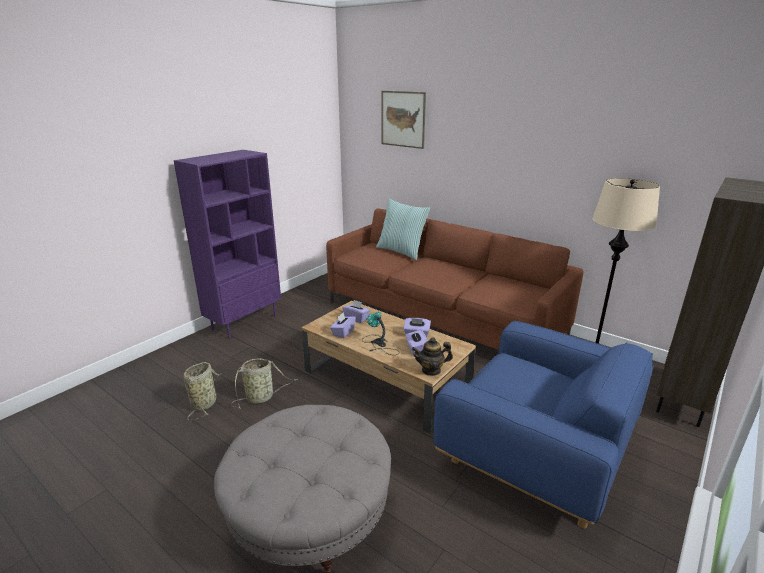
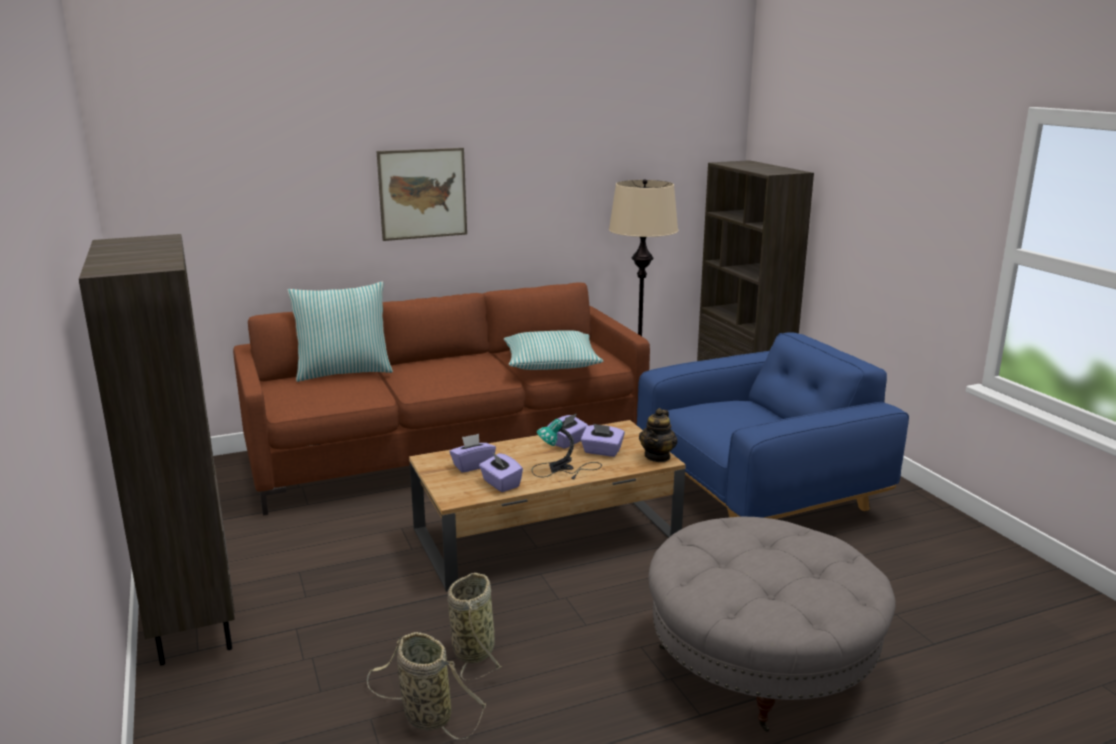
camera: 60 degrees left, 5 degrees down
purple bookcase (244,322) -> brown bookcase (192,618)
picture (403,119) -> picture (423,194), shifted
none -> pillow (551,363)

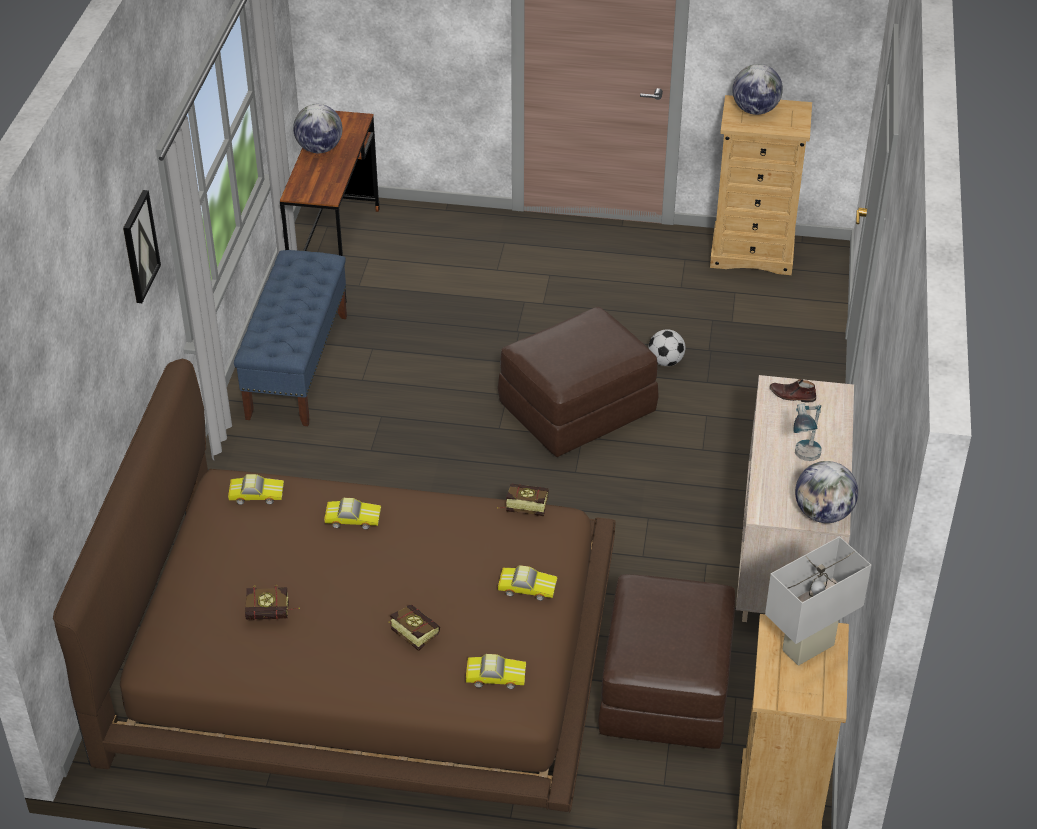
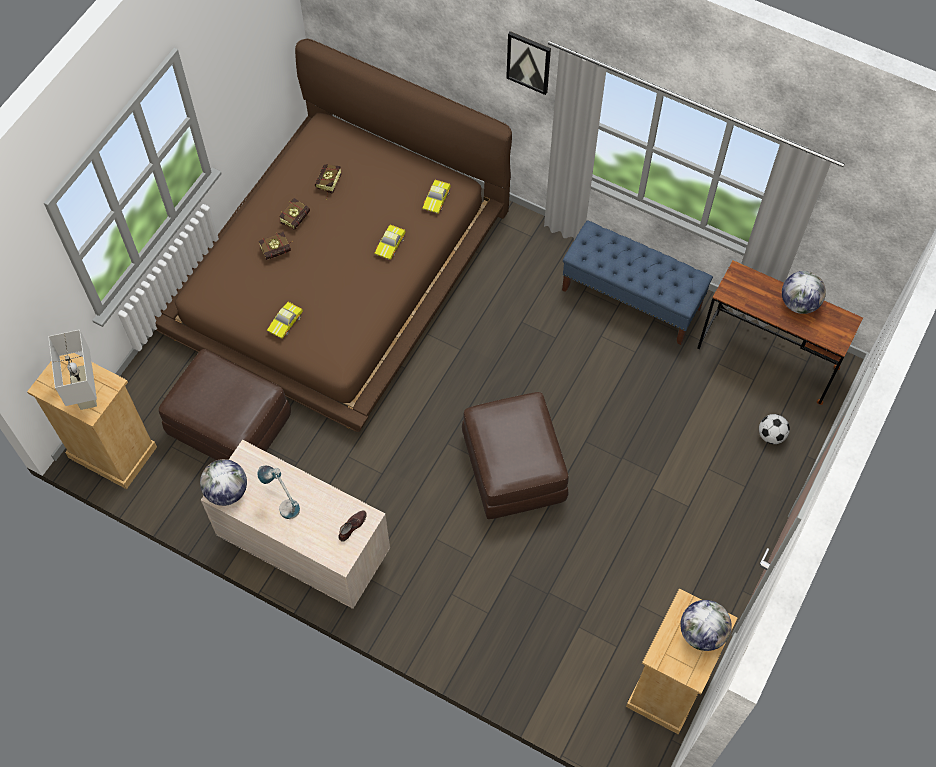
camera: 110 degrees right, 20 degrees up
toy car (495,675) -> none
book (522,506) -> book (297,217), shifted
football (665,361) -> football (771,435), shifted

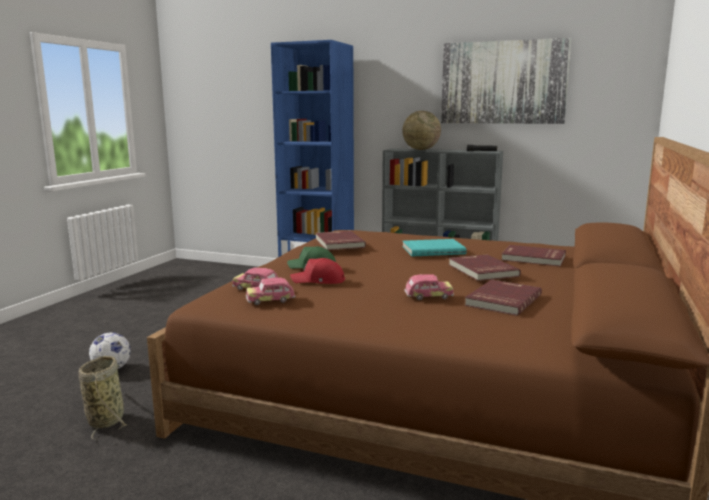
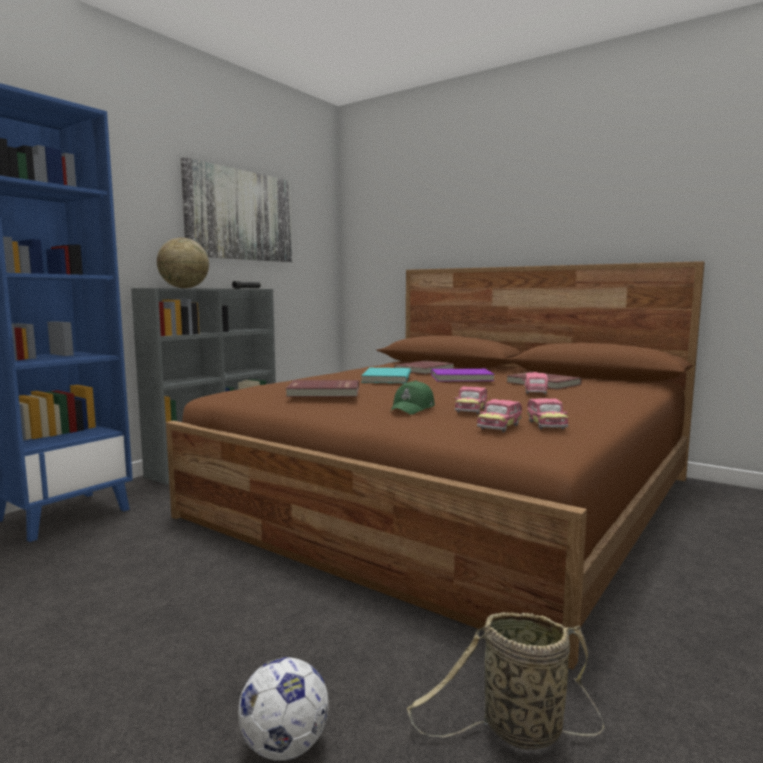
camera: 75 degrees left, 5 degrees down
red cap (318,281) -> toy car (471,410)
red book (481,270) -> purple book (462,378)

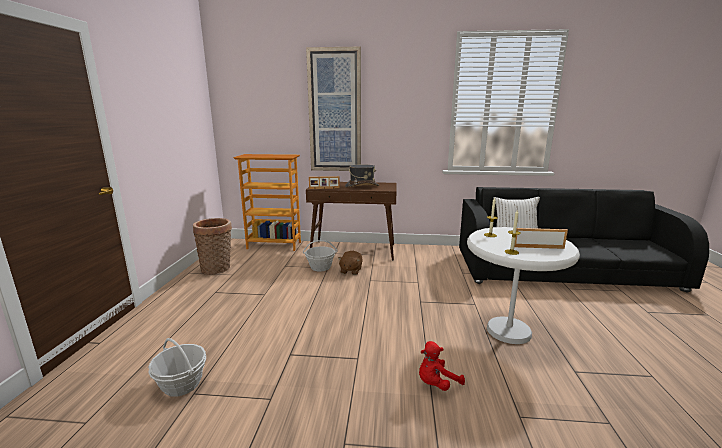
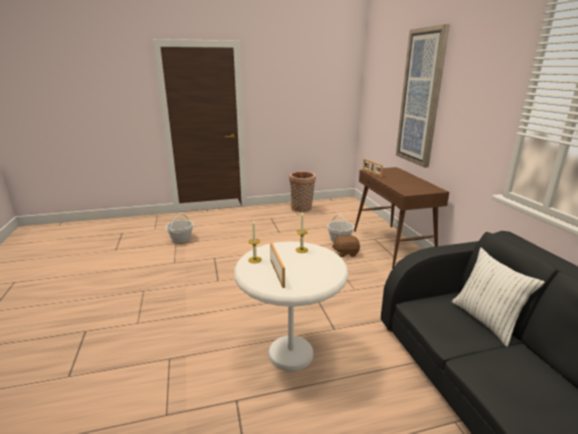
camera: 70 degrees right, 5 degrees up
bookcase (274,245) -> none
grey hat (362,186) -> none
red plush toy (436,383) -> none

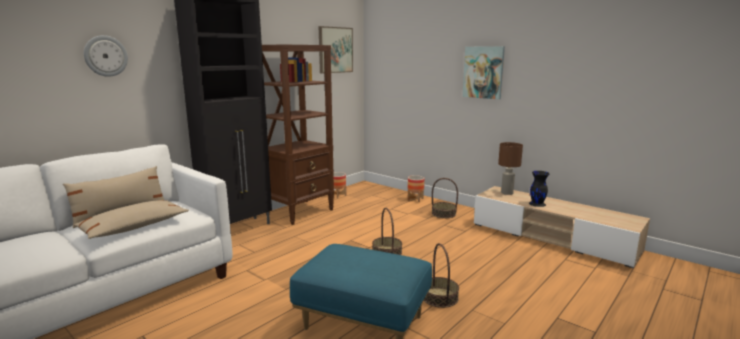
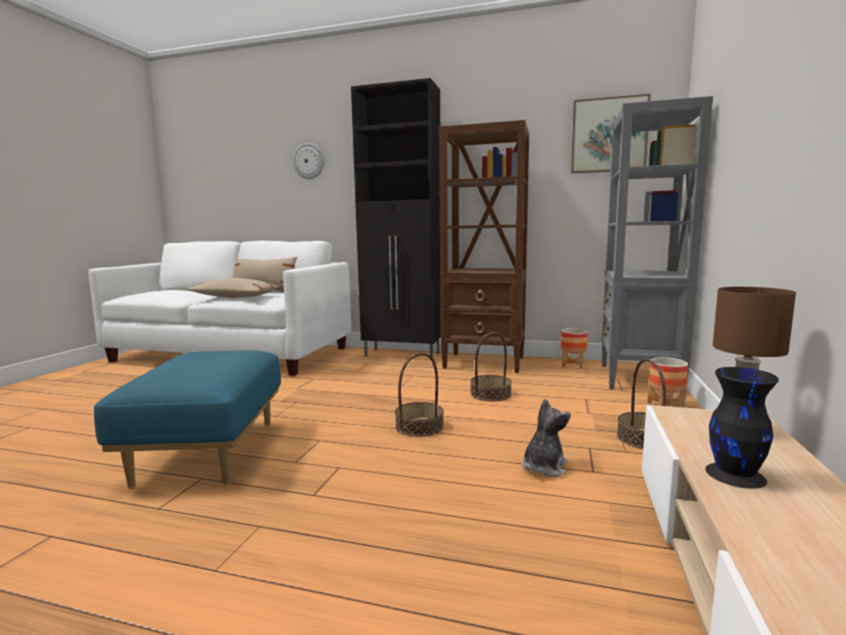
camera: 65 degrees right, 5 degrees down
basket (440,297) -> basket (490,394), shifted
picture (483,72) -> none
none -> plush toy (543,467)
none -> grey bookcase (639,378)

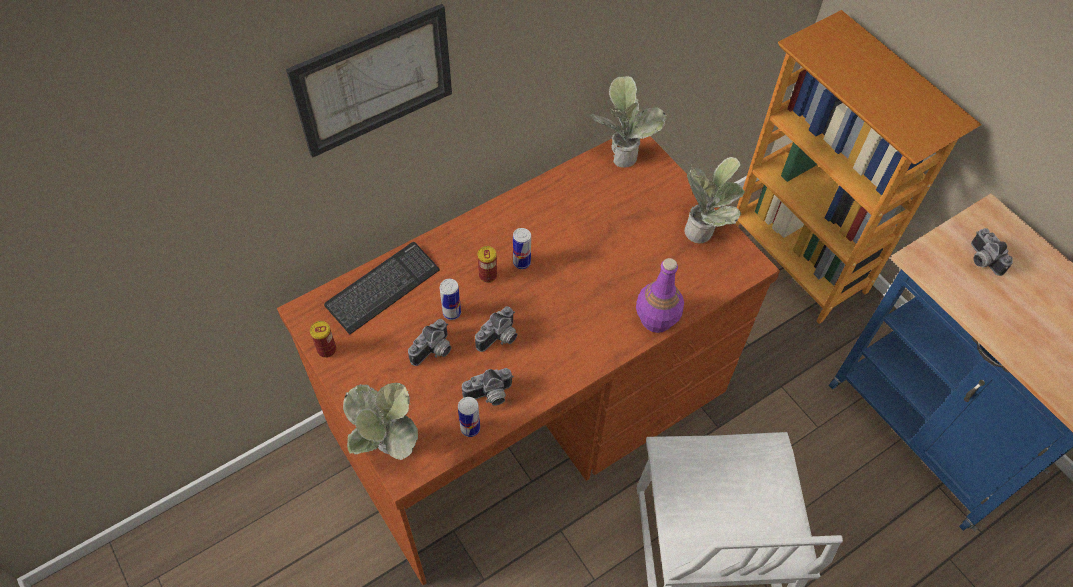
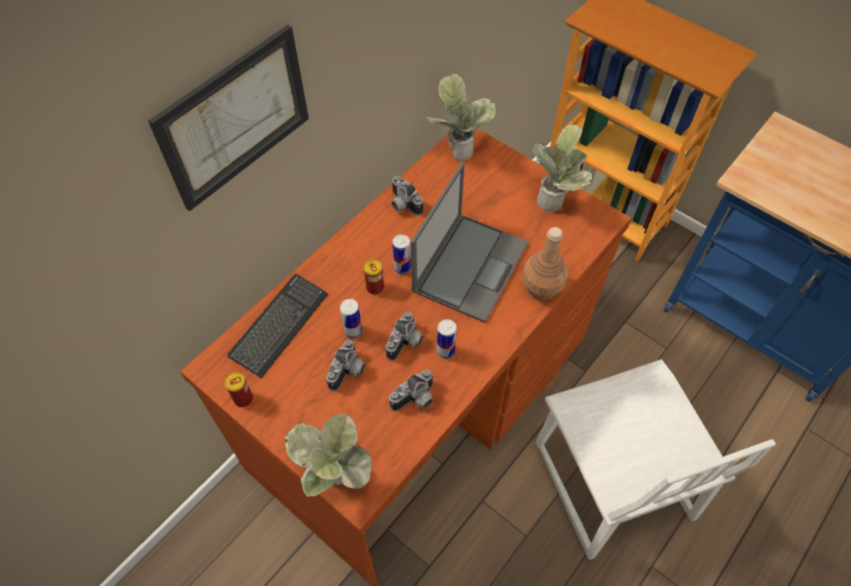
camera: 15 degrees left, 0 degrees up
can (470,428) -> can (445,351), shifted
purple bottle (656,318) -> brown bottle (541,287)
photo camera (981,260) -> photo camera (402,205), shifted
none -> laptop (471,265)

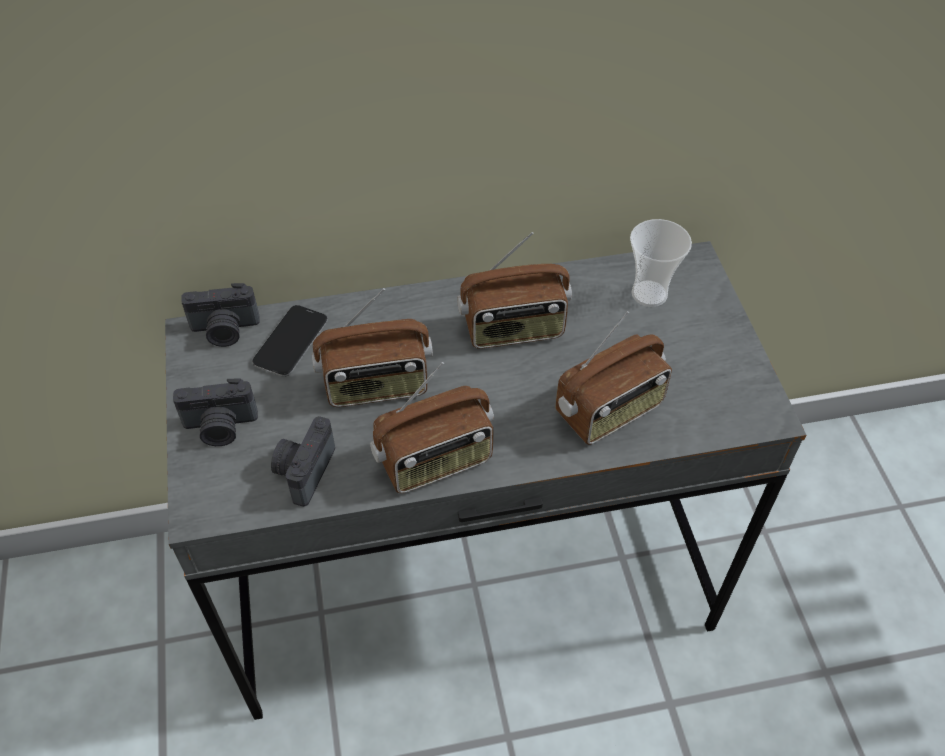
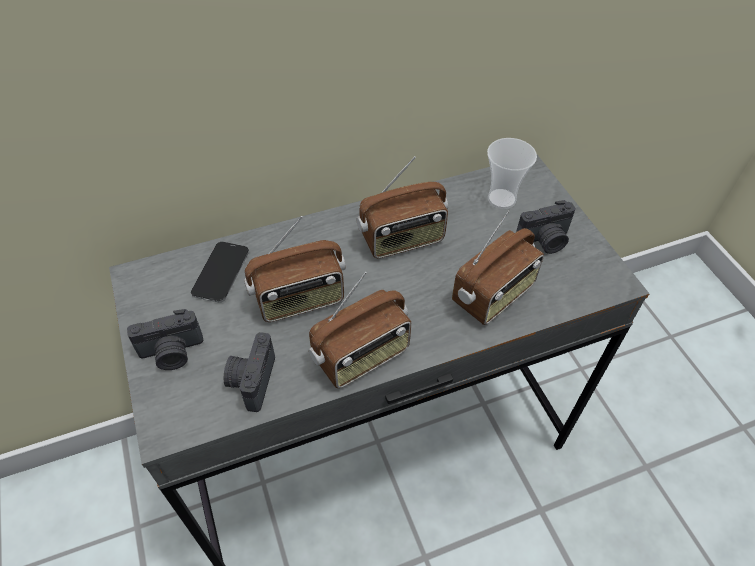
camera: 10 degrees left, 0 degrees up
photo camera (225,330) -> photo camera (544,241), shifted

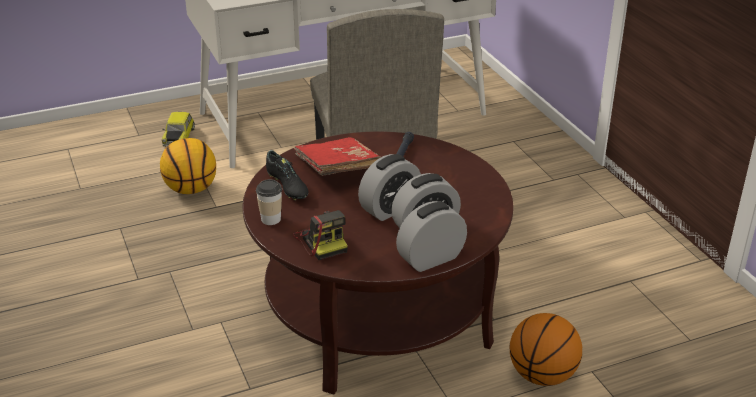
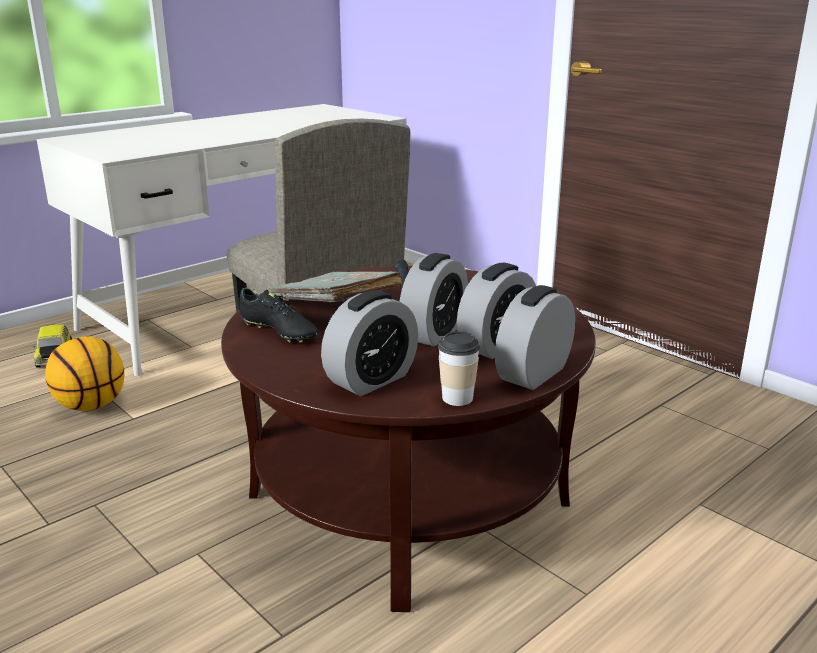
camera: 20 degrees left, 10 degrees down
cup (271,219) -> cup (457,398), shifted
photo camera (322,241) -> alarm clock (371,380)
red book (337,170) -> grey book (334,307)
basketball (542,375) -> none

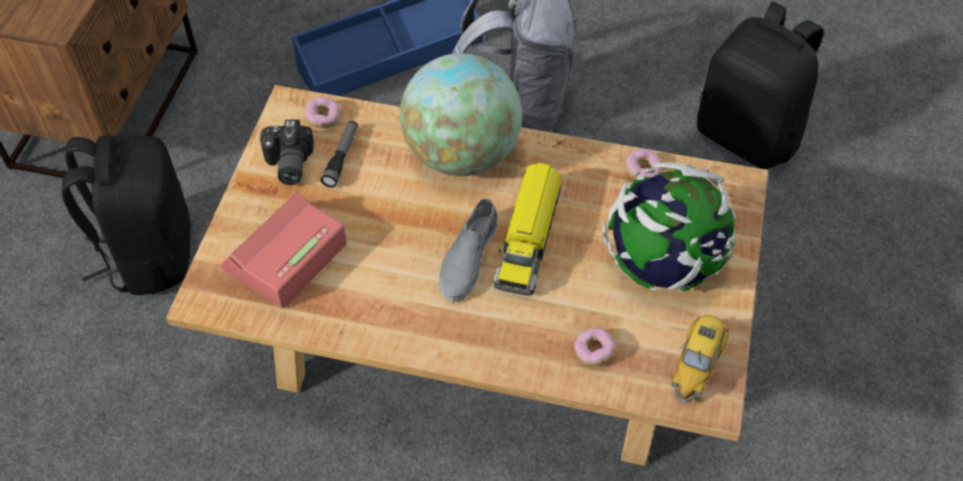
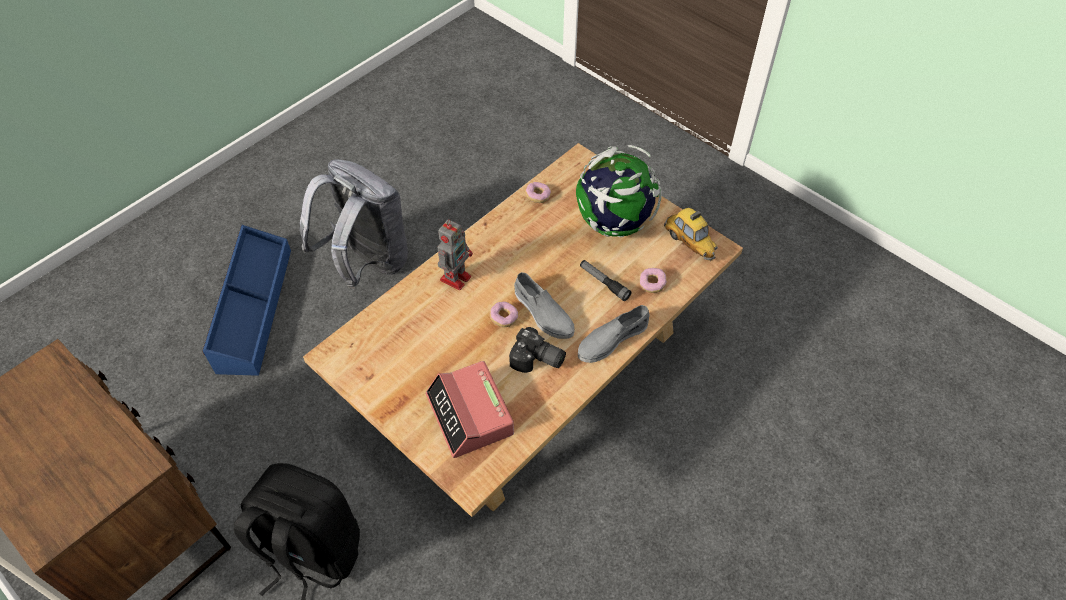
camera: 60 degrees left, 0 degrees up
photo camera (287,164) -> photo camera (537,360), shifted
donut (323,118) -> donut (504,318), shifted
flashlight (341,157) -> flashlight (604,283), shifted
globe (462,154) -> toy robot (456,277)
toy truck (528,238) -> none
black backpack (748,136) -> none
none -> grey shoe (612,339)

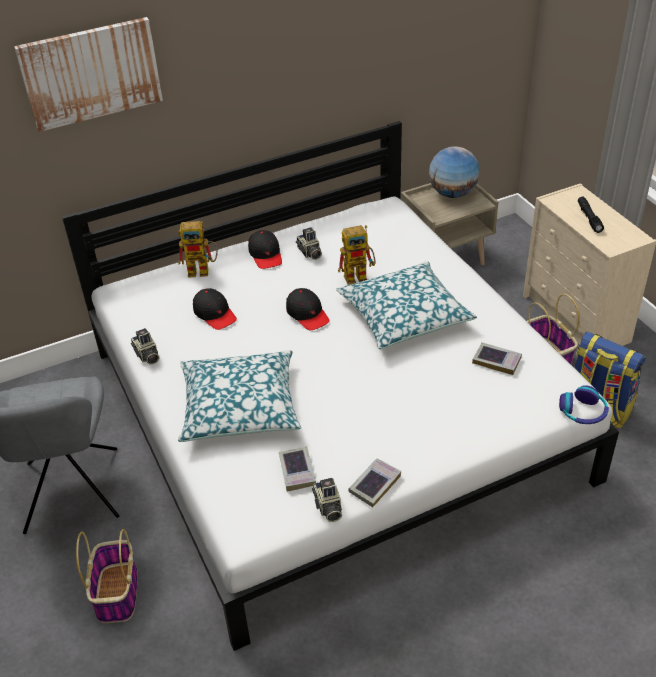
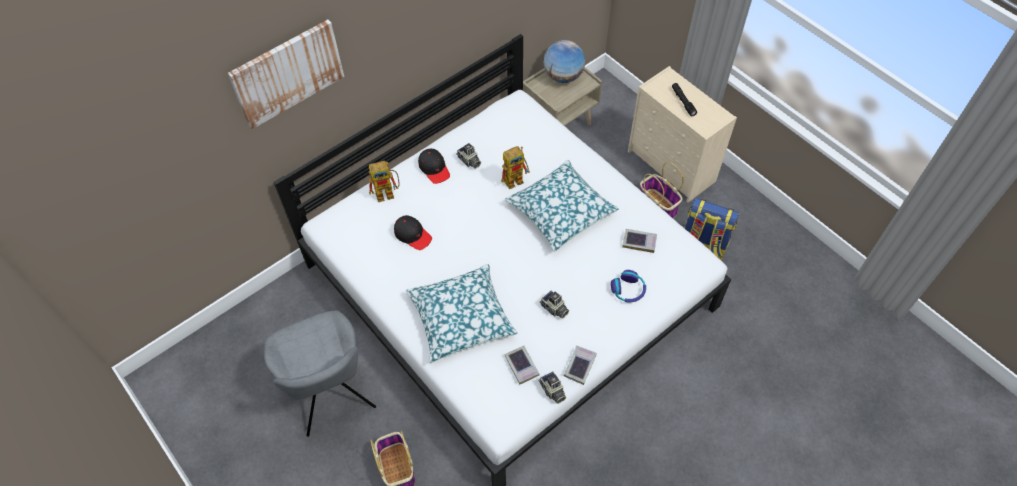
camera: 15 degrees left, 15 degrees up
photo camera (147,356) -> photo camera (554,309), shifted
black cap (307,314) -> none
headphones (583,412) -> headphones (628,290), shifted

